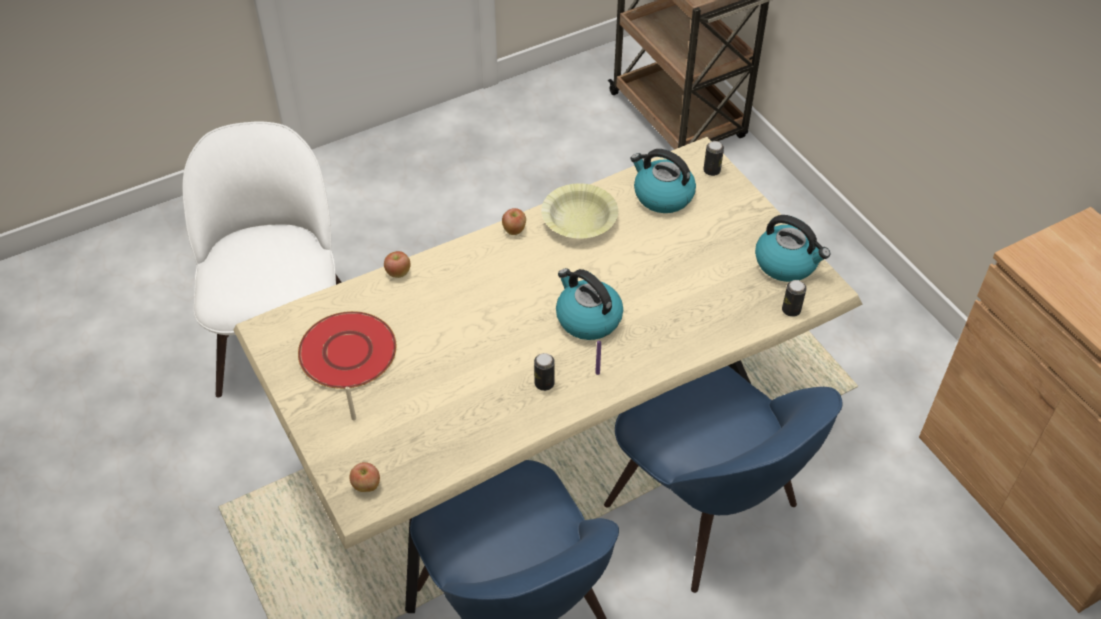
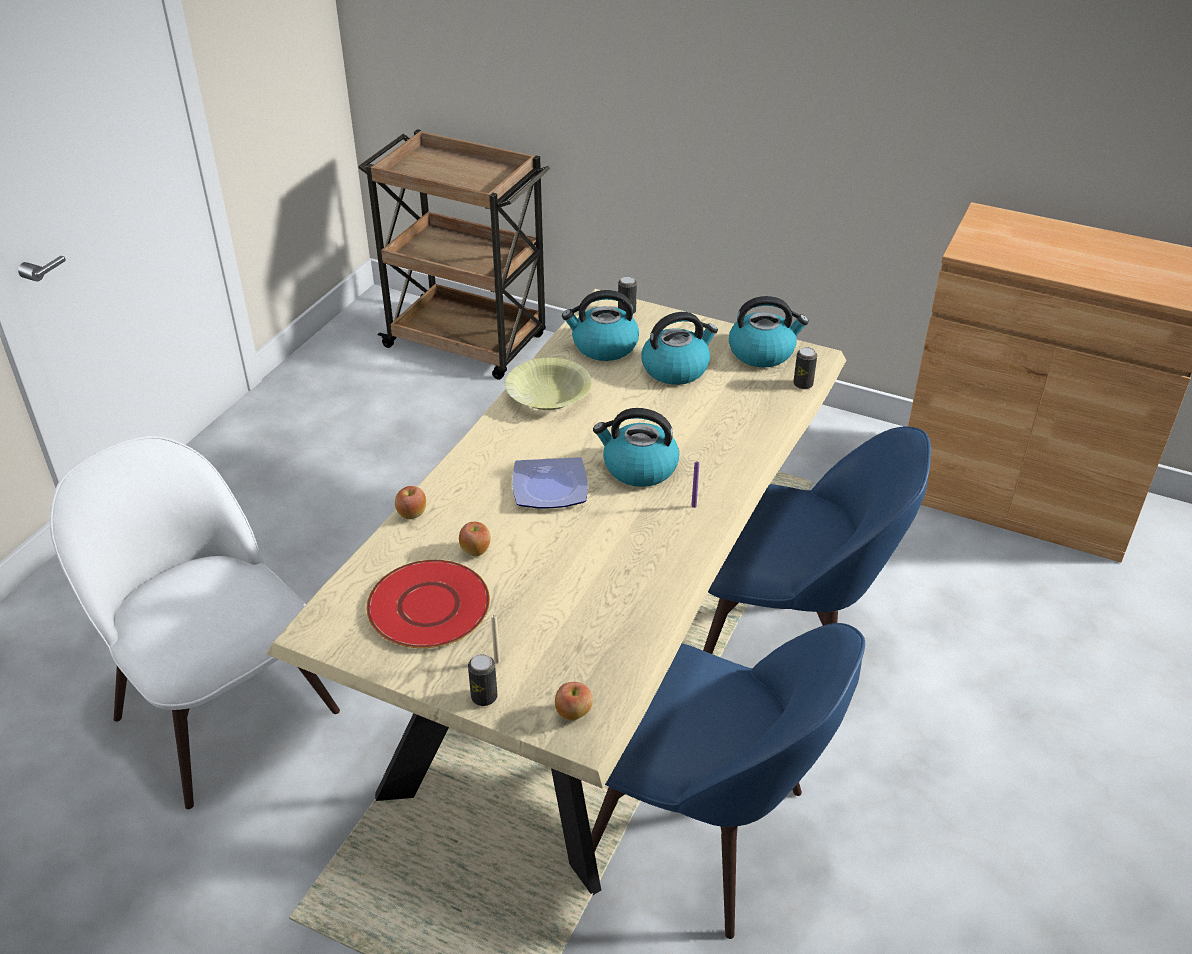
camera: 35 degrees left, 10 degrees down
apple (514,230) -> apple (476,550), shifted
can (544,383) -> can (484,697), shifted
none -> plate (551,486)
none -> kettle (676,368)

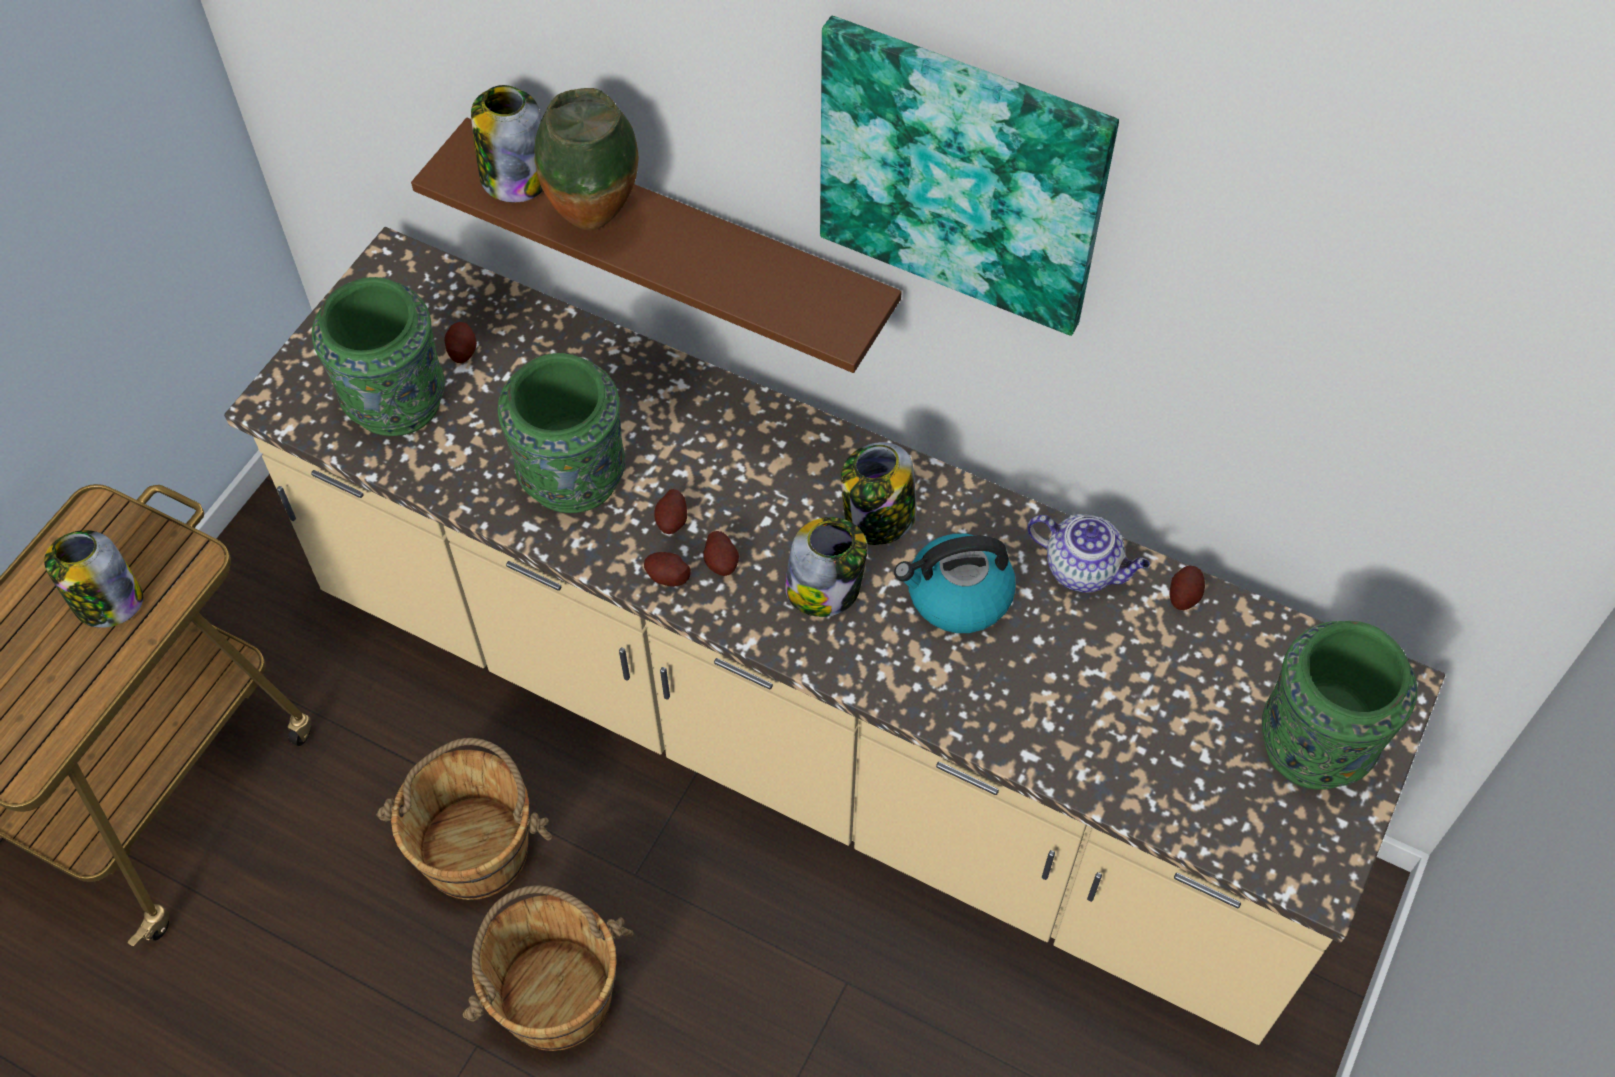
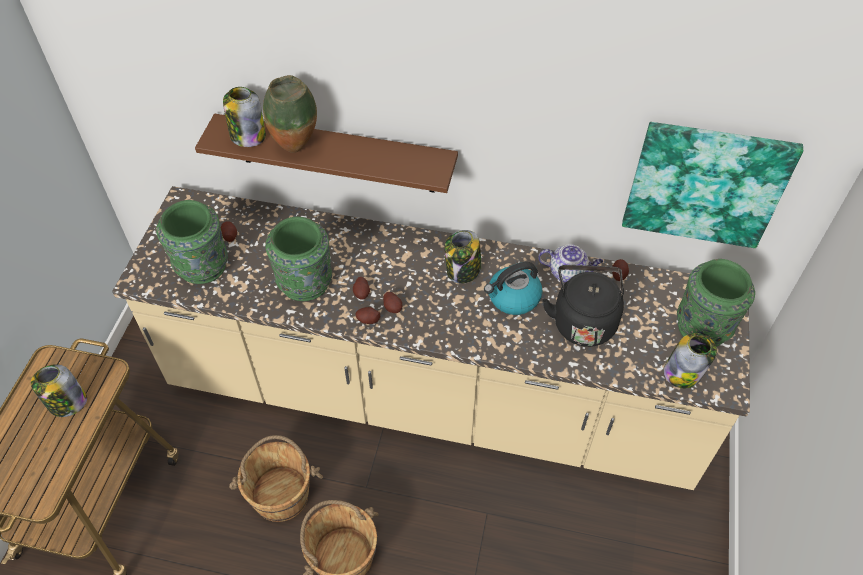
camera: 15 degrees left, 5 degrees down
jar (825,588) -> jar (683,372), shifted
picture (962,175) -> picture (705,184), shifted
none -> black kettle (583,321)

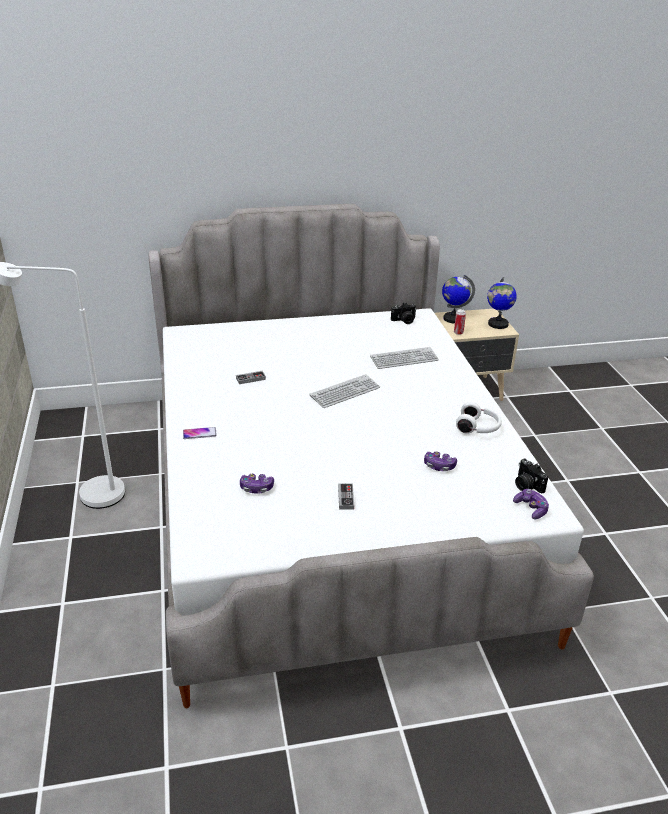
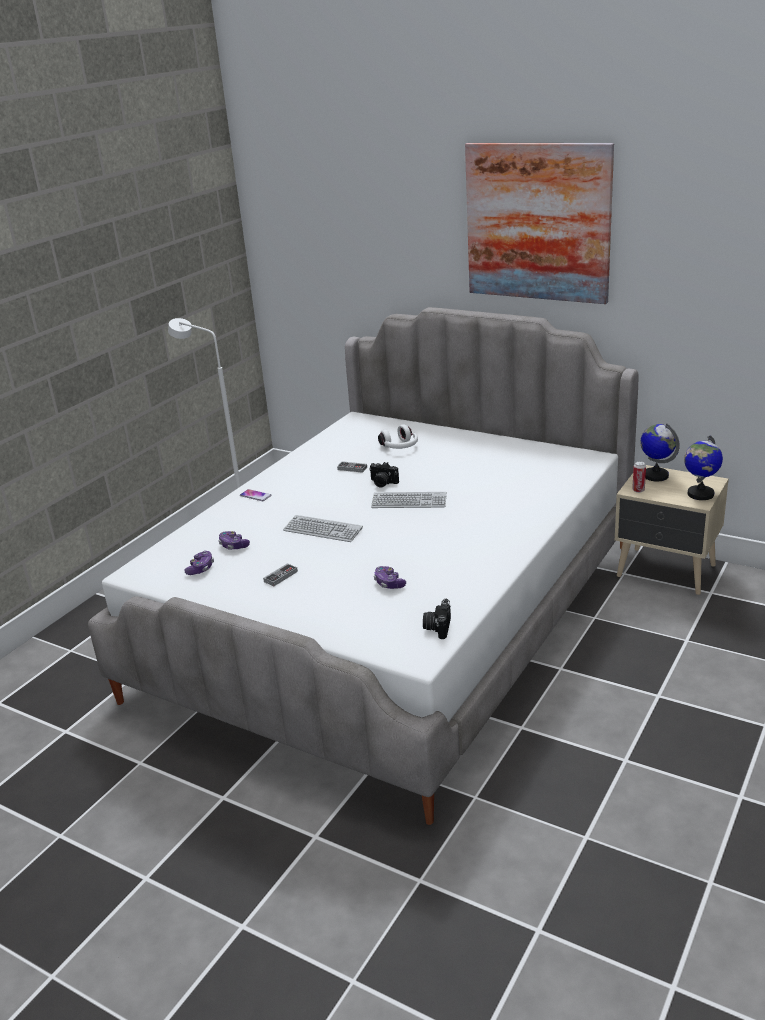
camera: 45 degrees right, 5 degrees down
keyboard (404,359) -> keyboard (323,530), shifted
photo camera (404,321) -> photo camera (382,483), shifted
white headphones (478,428) -> white headphones (400,447), shifted
game controller (531,508) -> game controller (201,568), shifted
none -> picture (538,222)

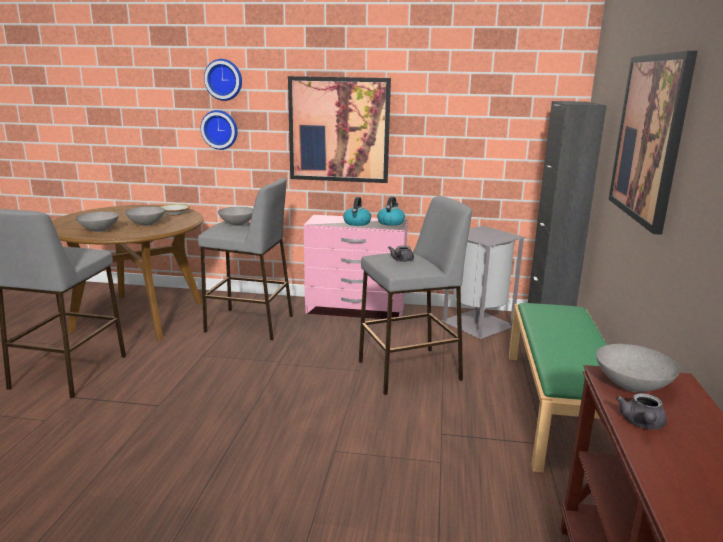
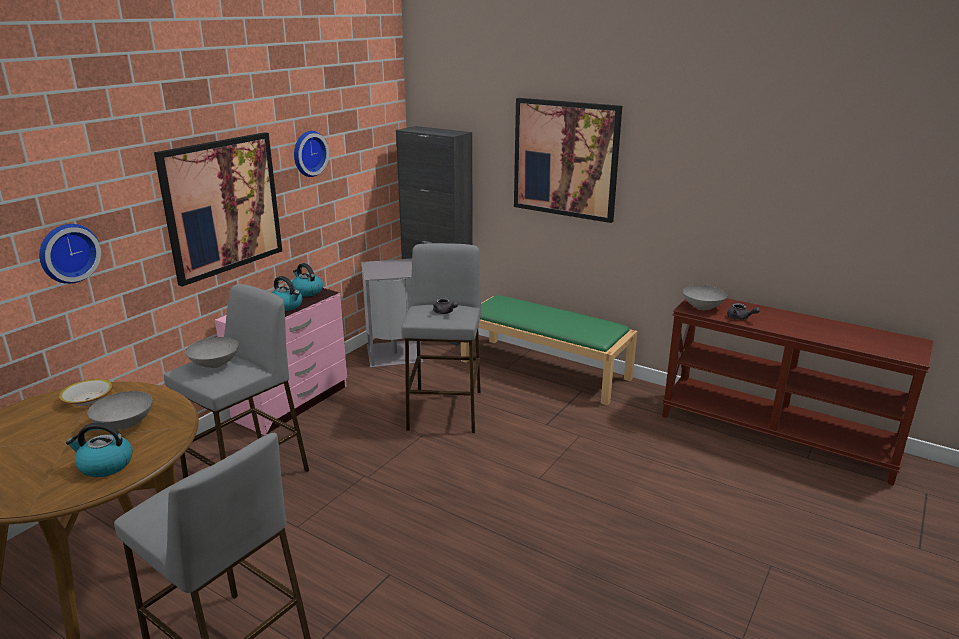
camera: 65 degrees left, 5 degrees up
grey bowl (98,230) -> kettle (105,465)
wall clock (224,79) -> wall clock (308,153), shifted

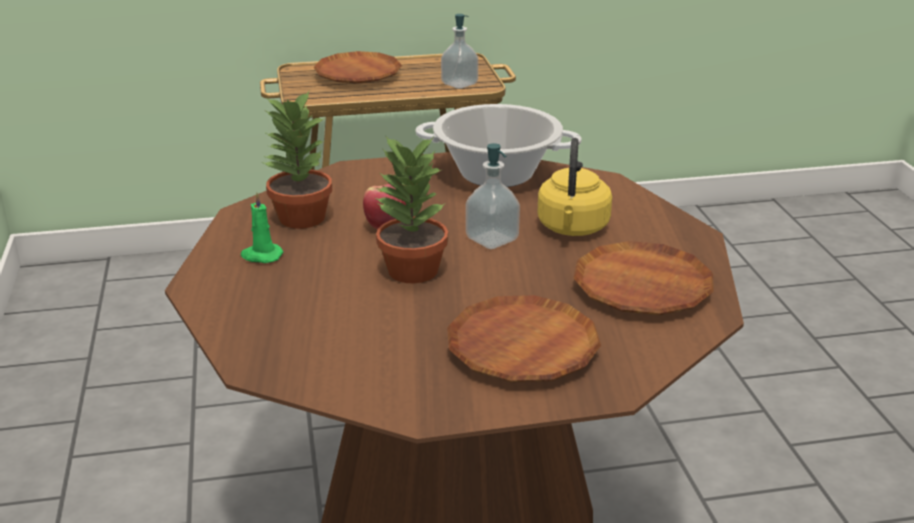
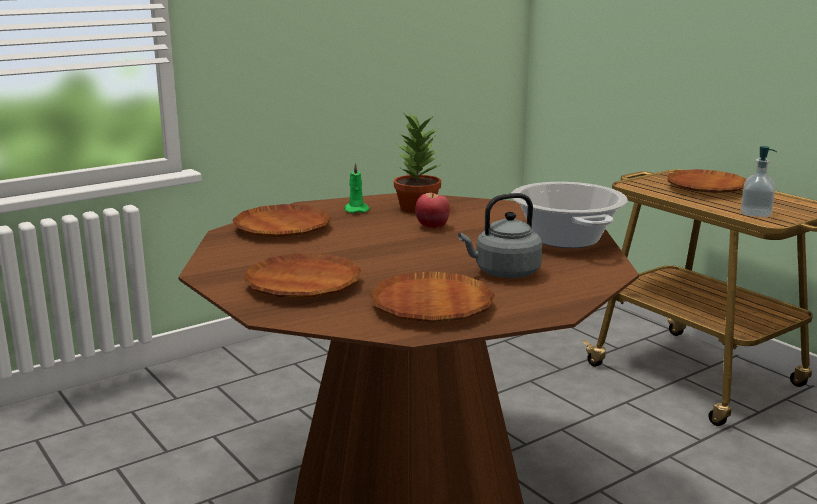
camera: 65 degrees right, 10 degrees down
potted plant (411,271) -> none
soap dispenser (492,239) -> none
yellow kettle (572,228) -> grey kettle (504,273)
none -> brown plate (282,228)

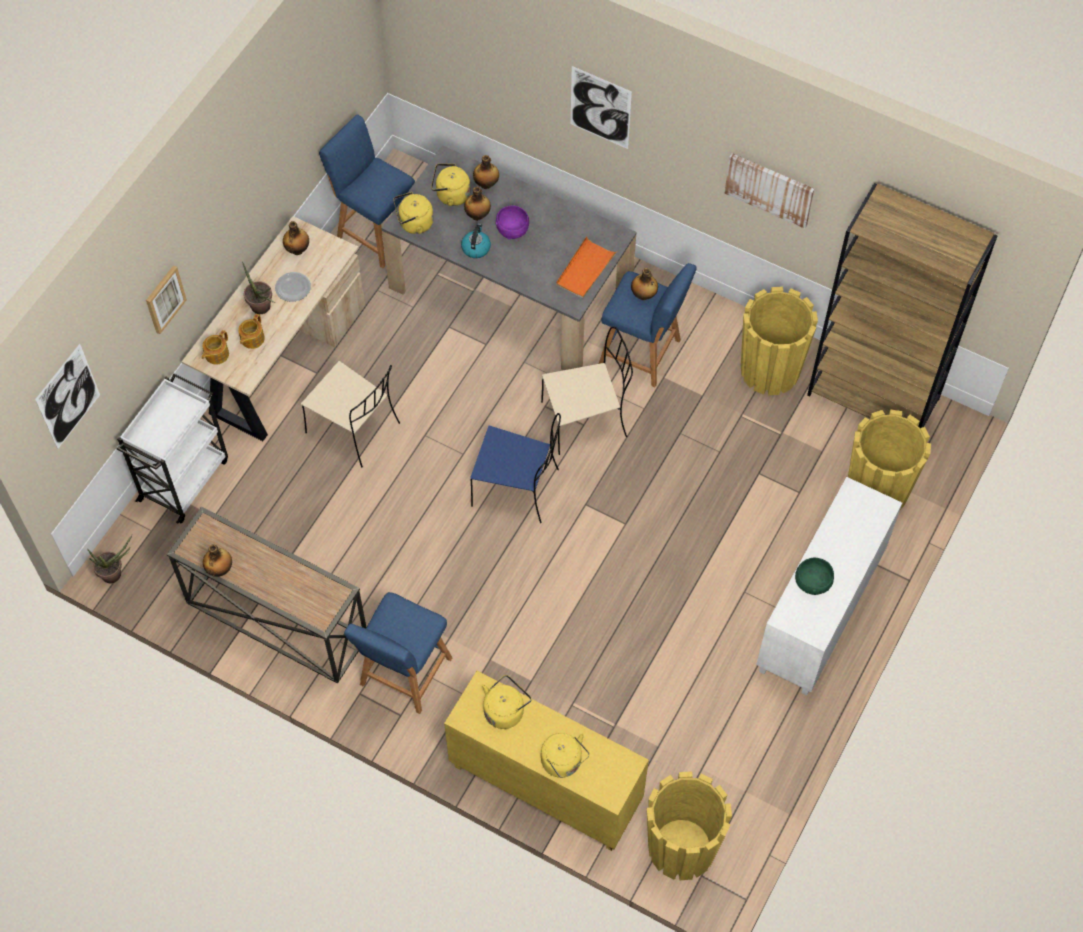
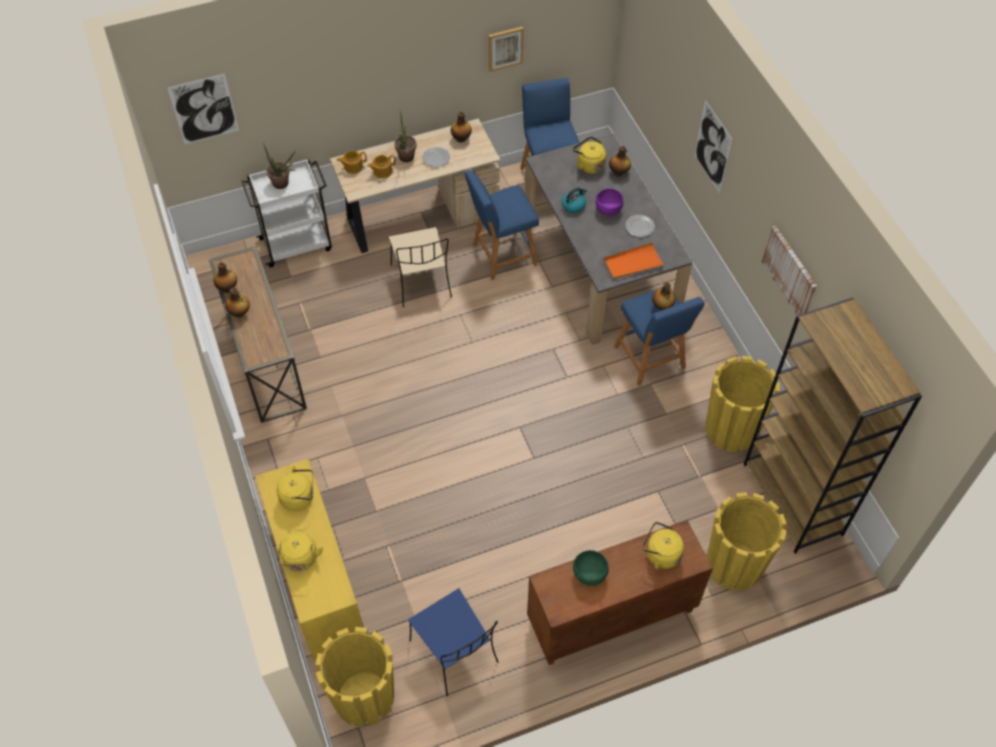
camera: 40 degrees right, 5 degrees down
potted plant (116,573) -> potted plant (284,184), shifted
picture (164,299) -> picture (505,48), shifted
blue stool (403,675) -> blue stool (501,256), shifted
yellow kettle (414,224) -> yellow kettle (660,554), shifted
bottle (478,215) -> bottle (239,313), shifted
blue chair (517,488) -> blue chair (455,653), shifted
beige chair (586,419) -> none
white cabinet (820,615) -> brown cabinet (611,618)
none -> plate (639,226)

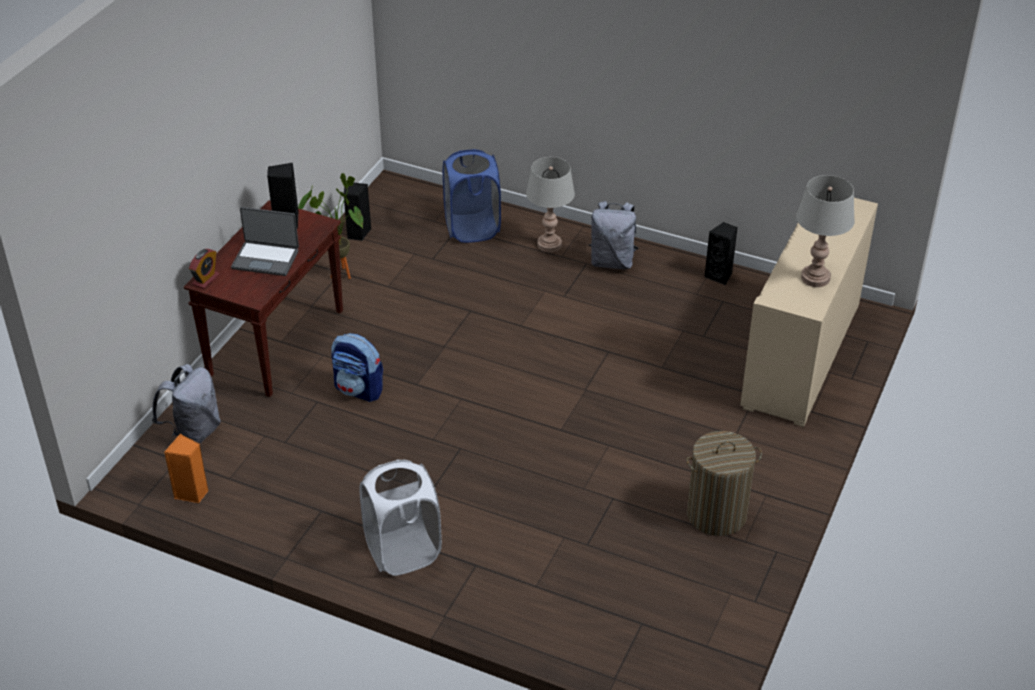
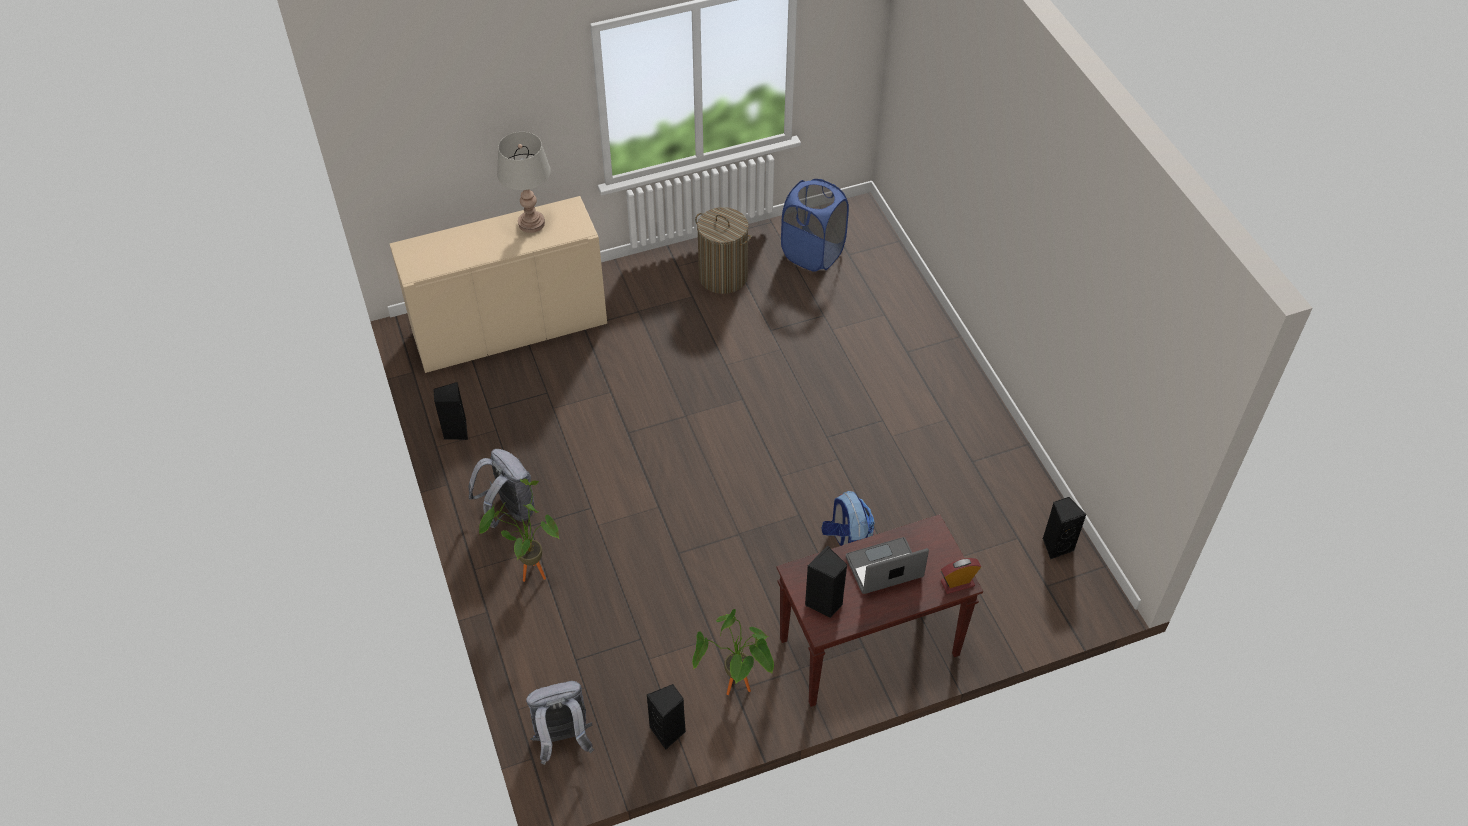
camera: 135 degrees left, 10 degrees up
grey backpack (194,433) -> grey backpack (562,739), shifted
orange speaker (192,493) -> black speaker (1056,545)
laptop (266,259) -> laptop (884,569), 75 degrees counterclockwise
white laundry basket (403,551) -> none
blue laundry basket (472,228) -> blue laundry basket (813,253), shifted
grey table lamp (549,244) -> potted plant (529,571)

